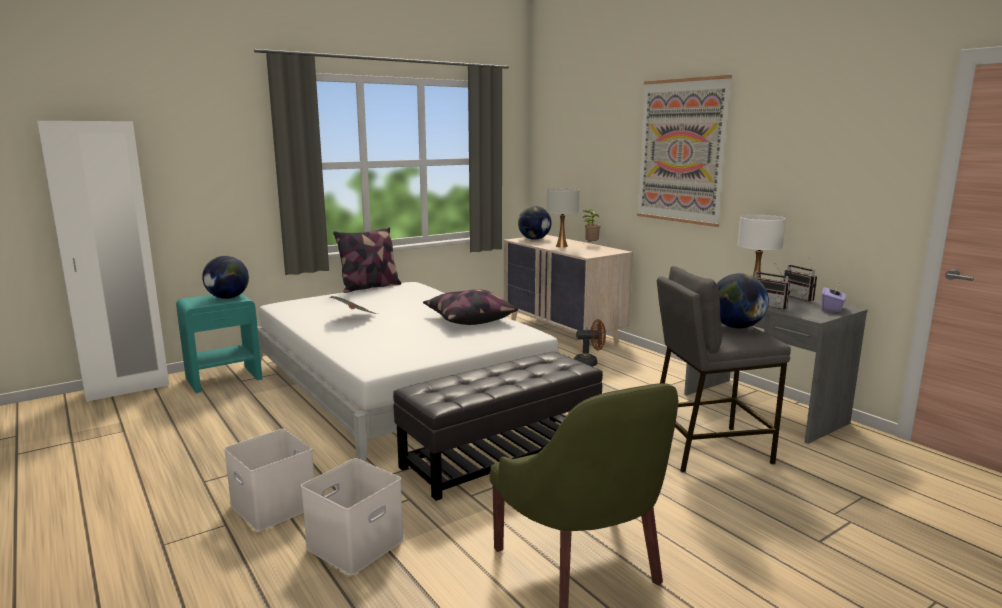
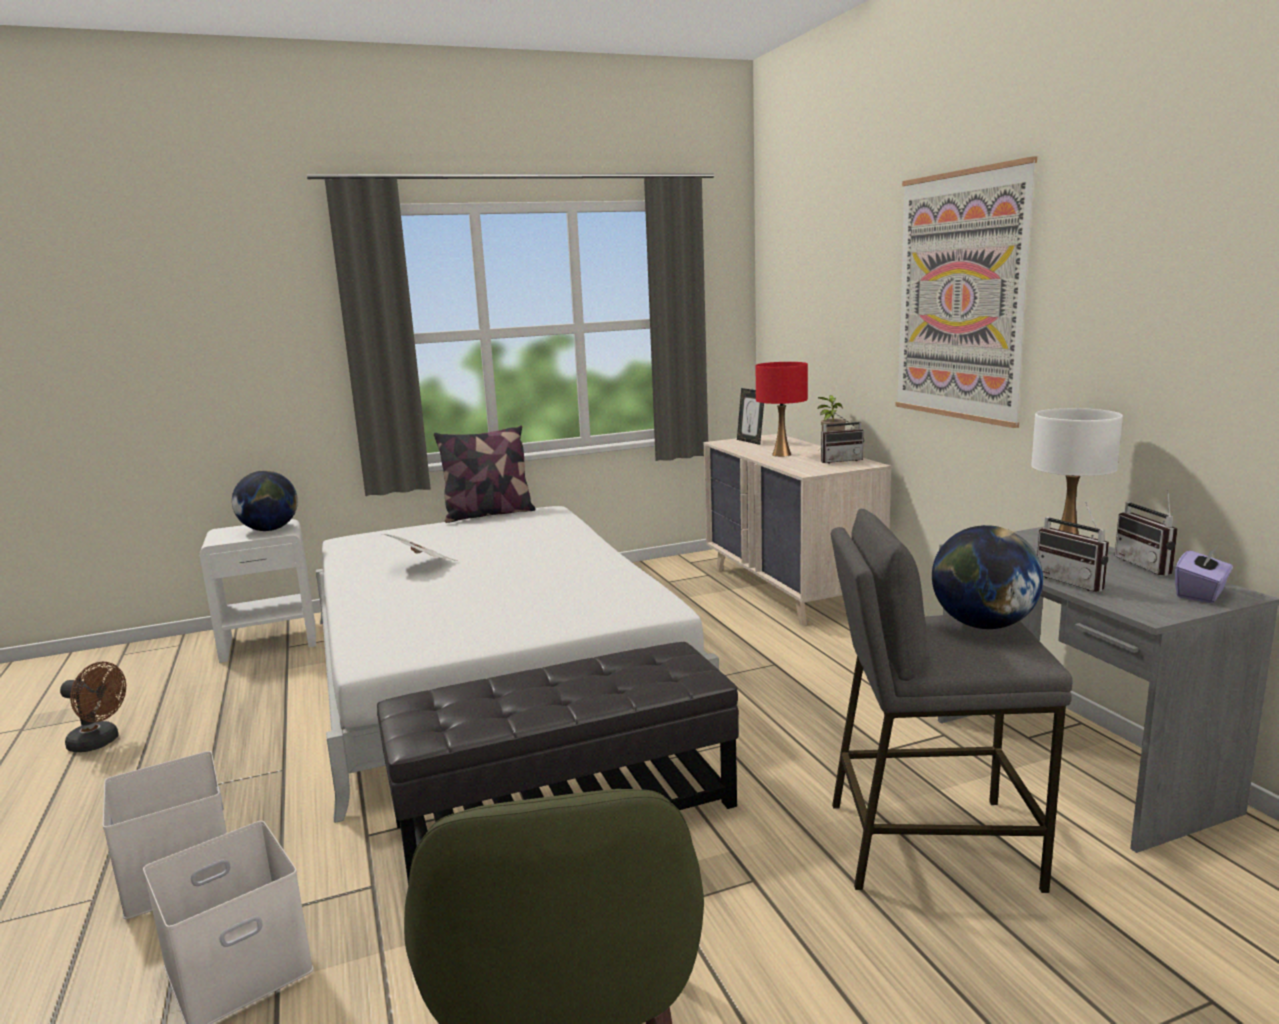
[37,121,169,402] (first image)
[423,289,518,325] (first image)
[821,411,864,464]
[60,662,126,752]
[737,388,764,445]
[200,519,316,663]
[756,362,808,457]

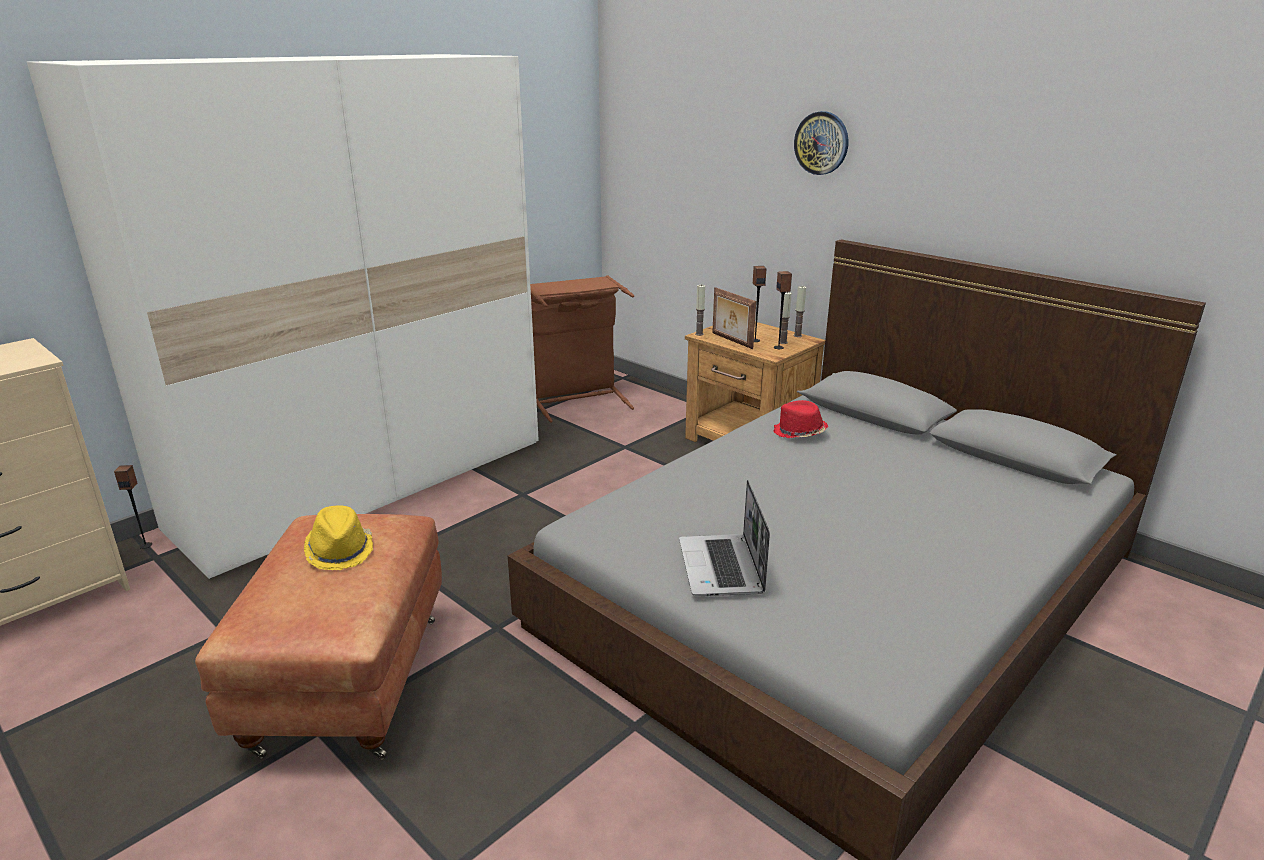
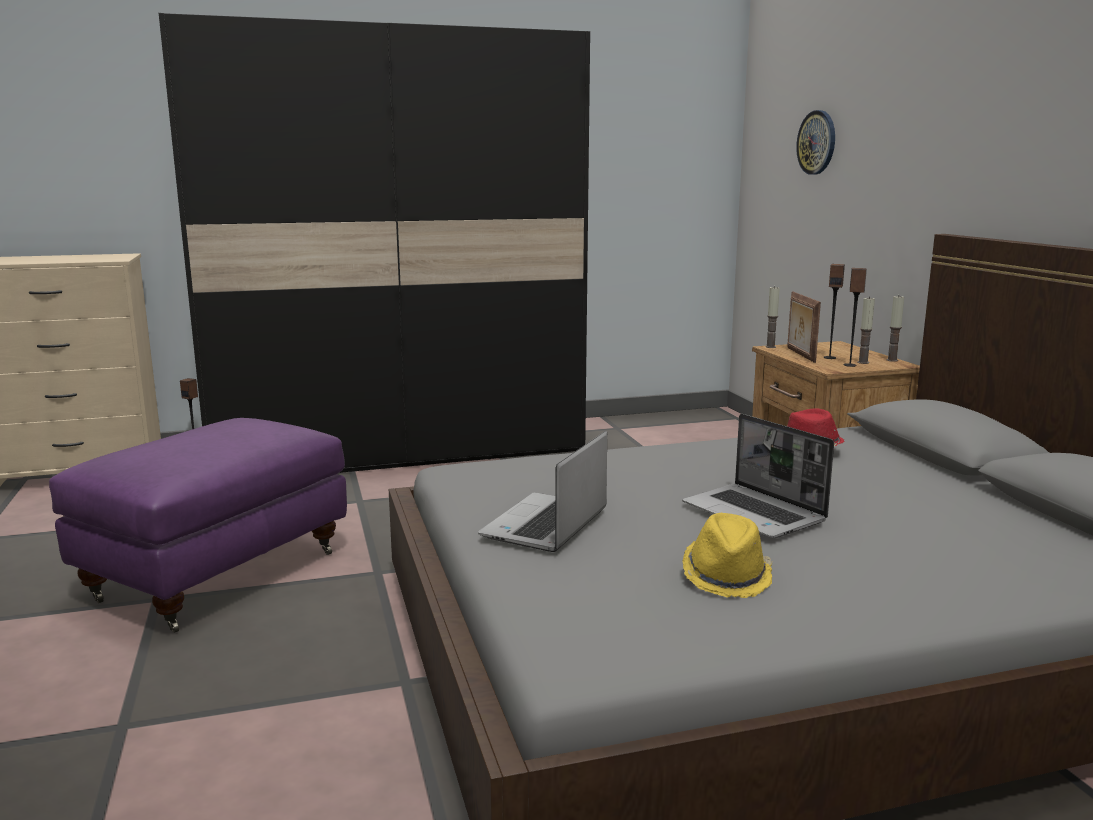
[530,275,634,423] (first image)
[682,414,834,538]
[682,513,772,598]
[796,110,835,175]
[159,13,590,473]
[49,418,347,633]

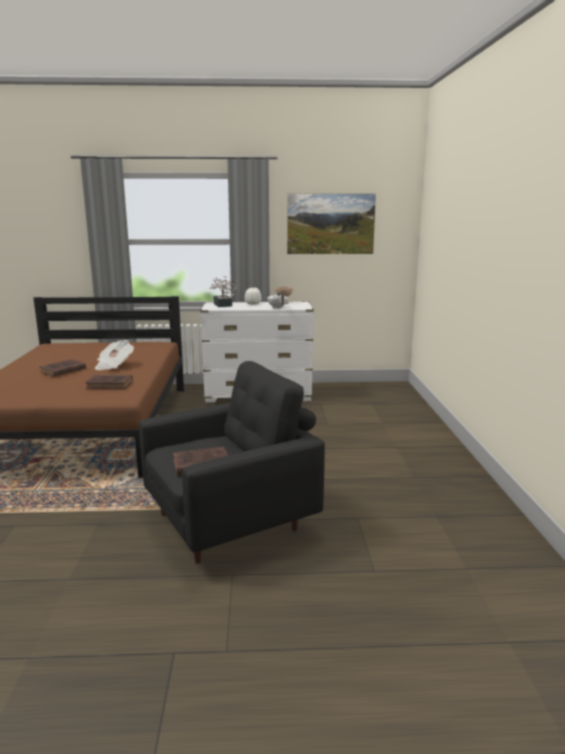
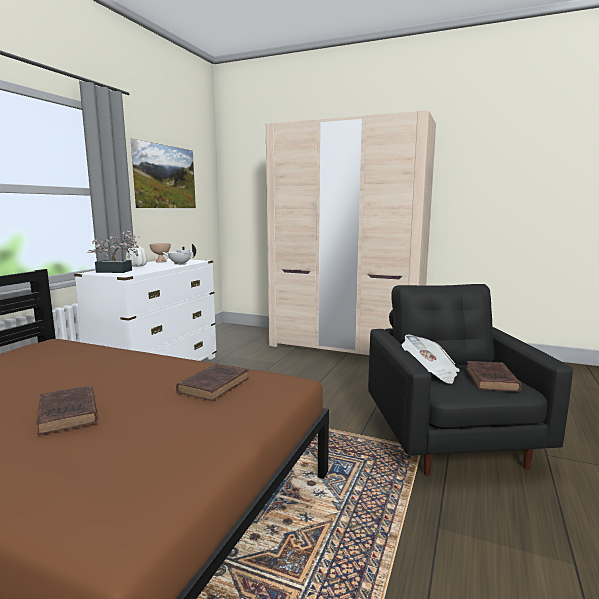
[266,110,436,355]
[402,334,459,384]

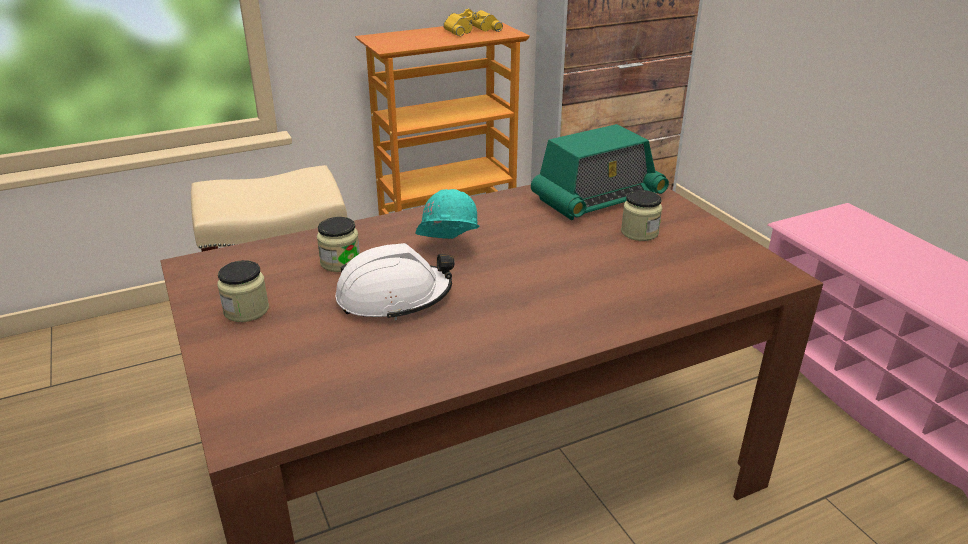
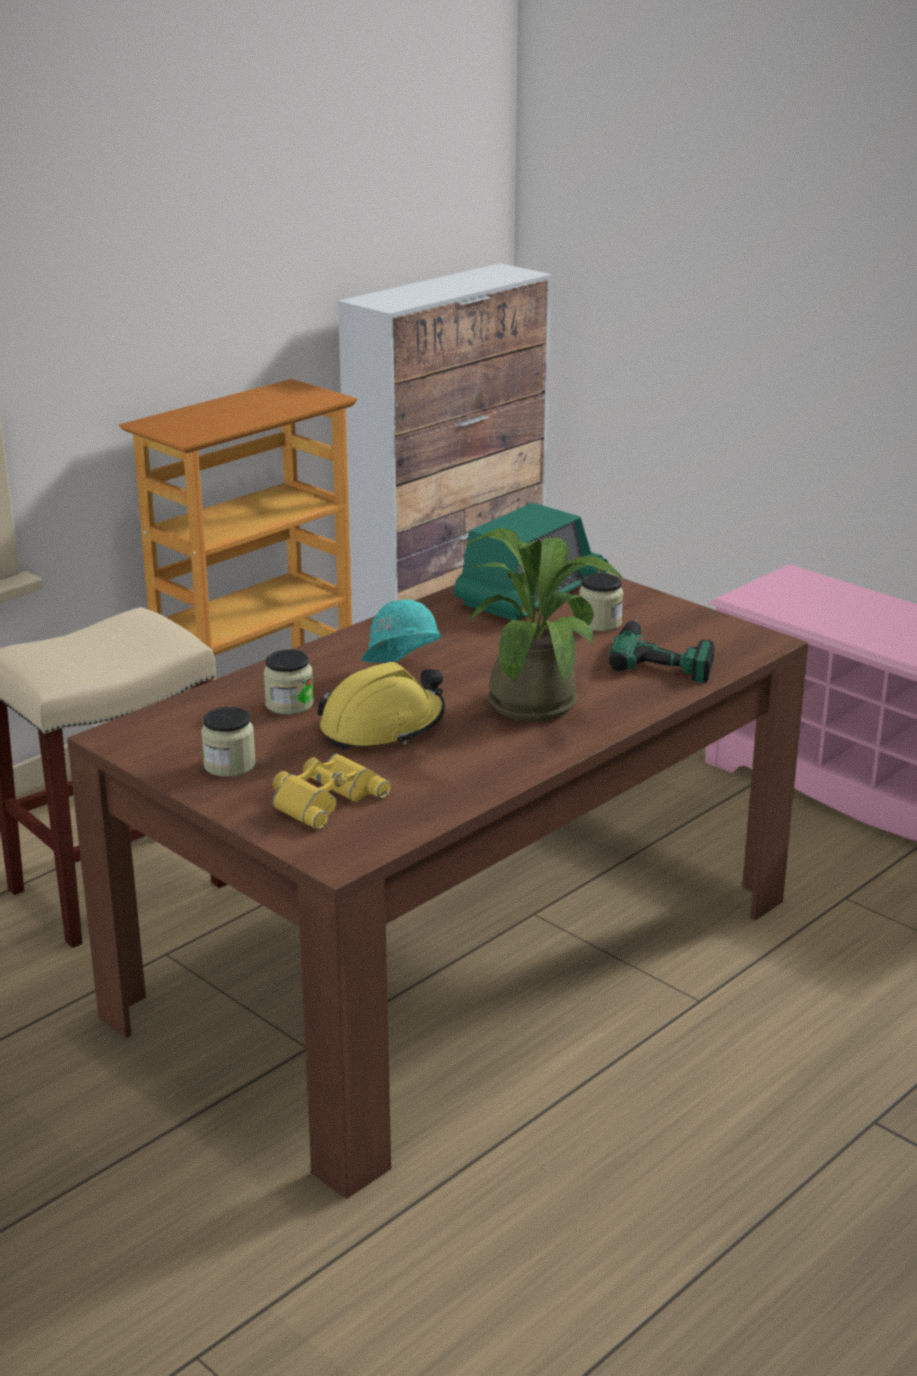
[466,527,623,722]
[609,617,715,683]
[272,754,391,830]
[317,662,445,750]

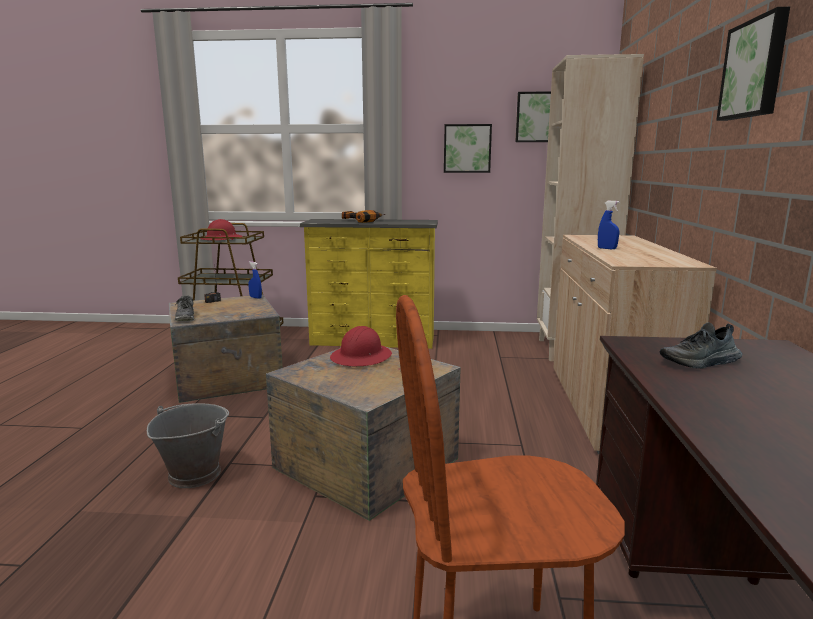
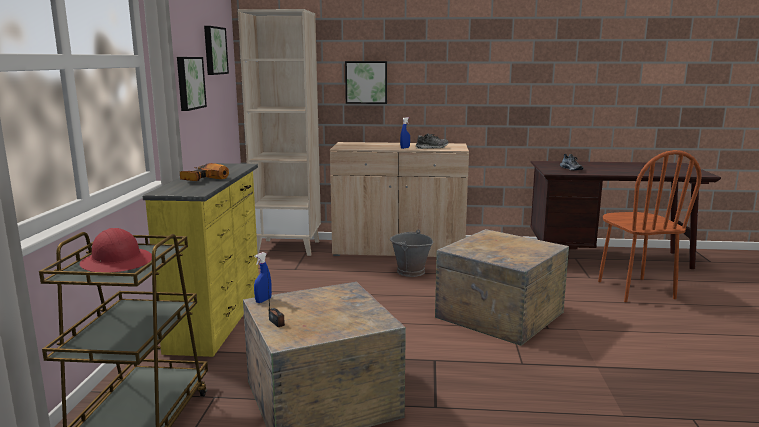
[330,326,392,366] (first image)
[390,229,433,277]
[416,133,448,149]
[345,61,387,104]

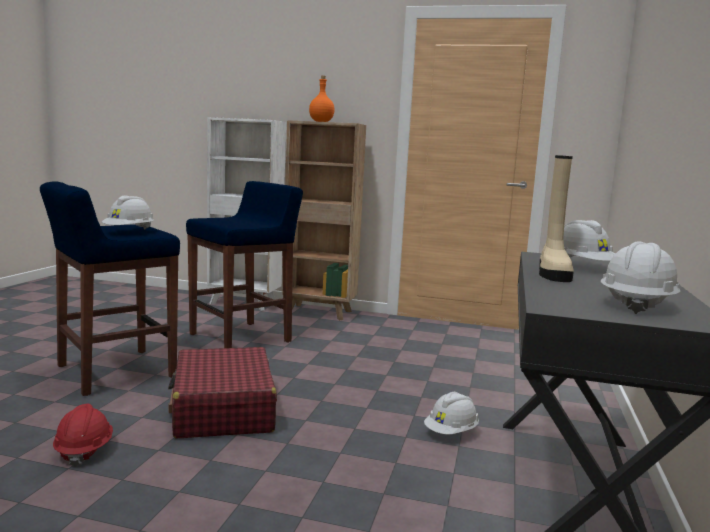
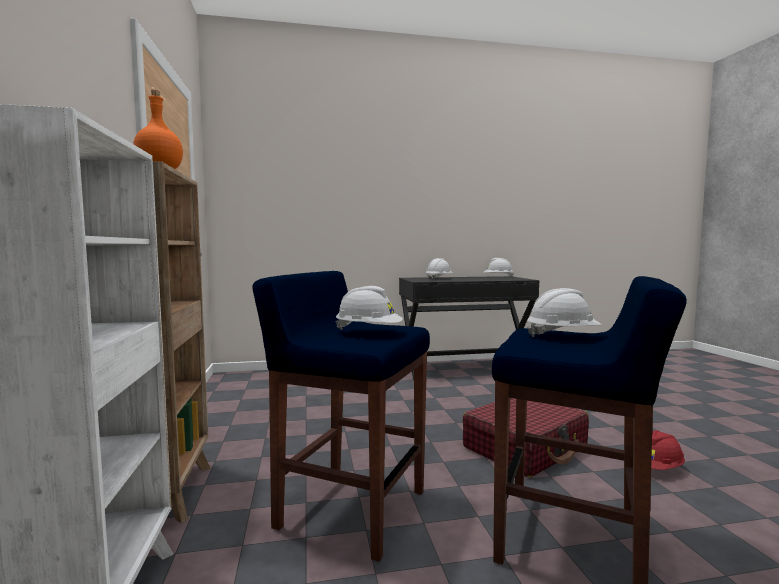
[539,155,574,282] (first image)
[336,286,403,330]

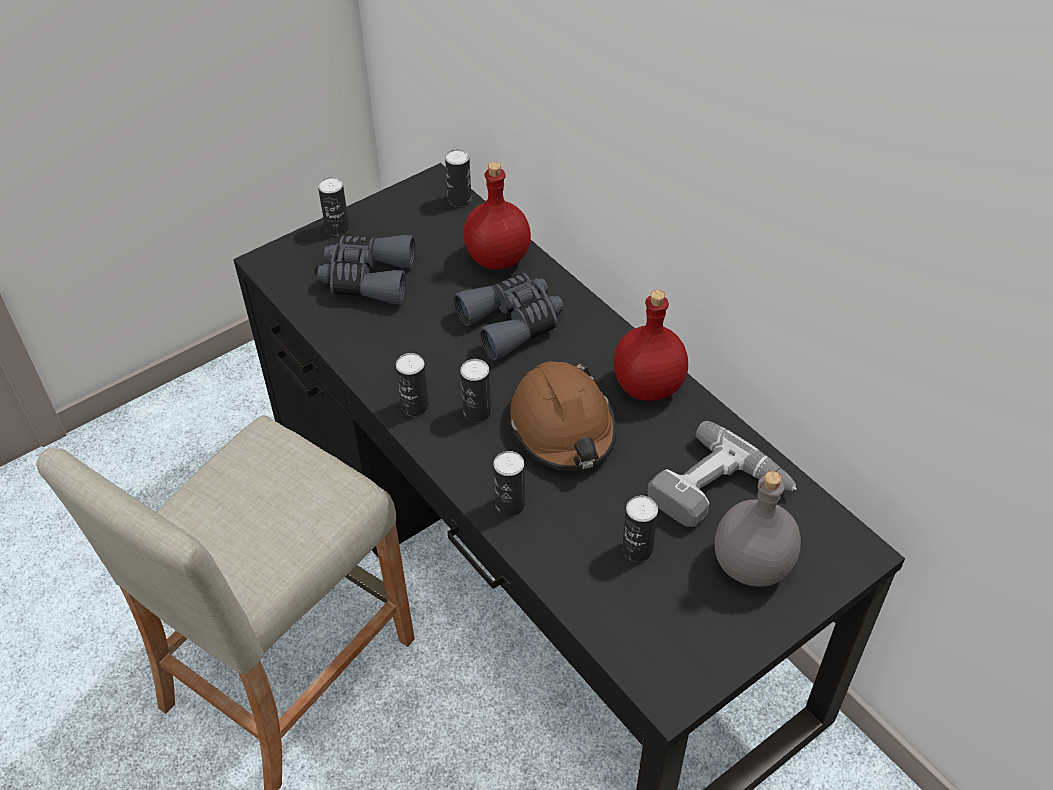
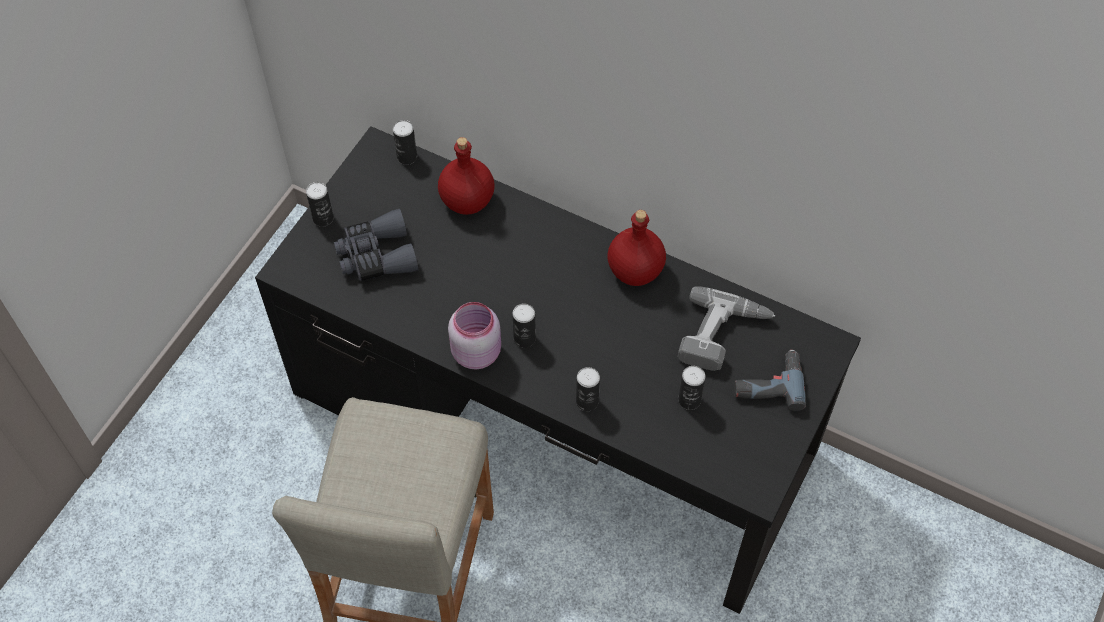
[453,273,564,360] (first image)
[509,361,616,471] (first image)
[448,302,501,369]
[734,350,806,411]

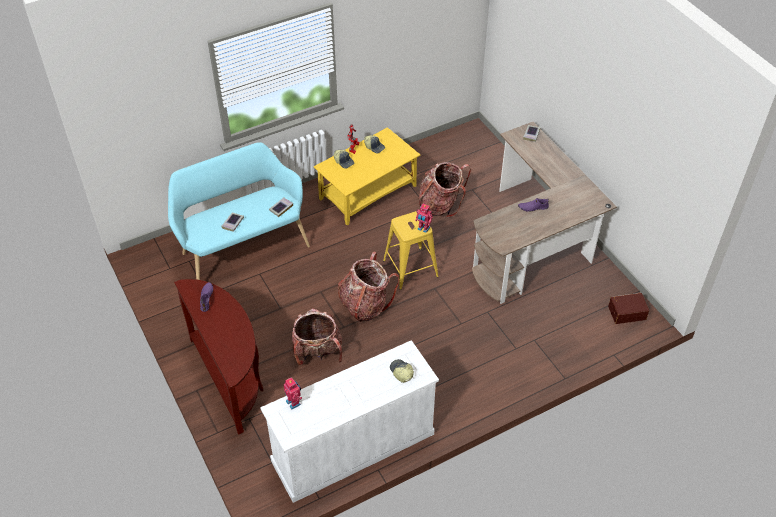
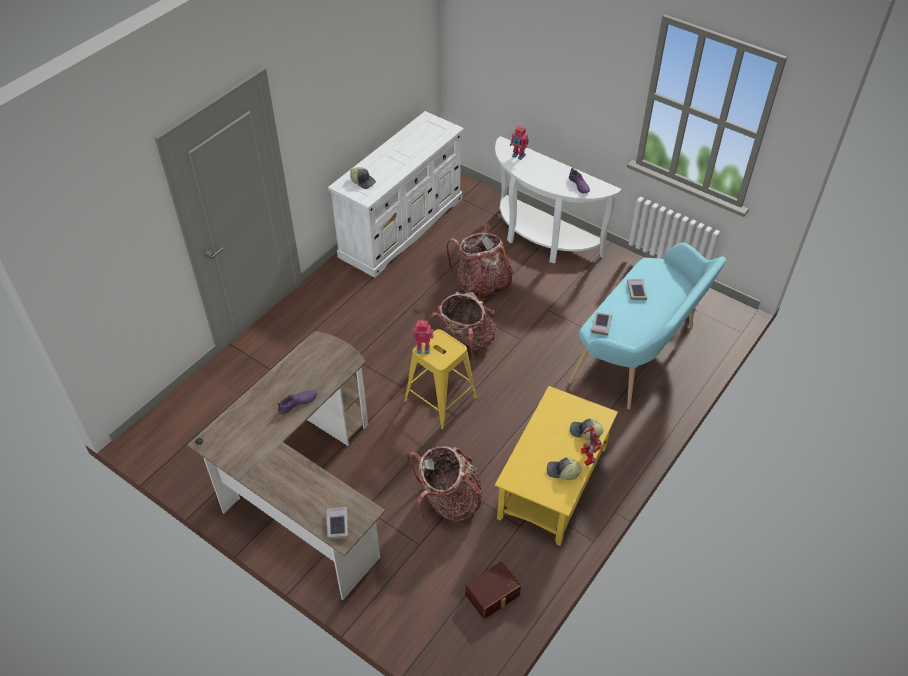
[510,126,529,160]
[465,561,521,619]
[495,136,622,264]

